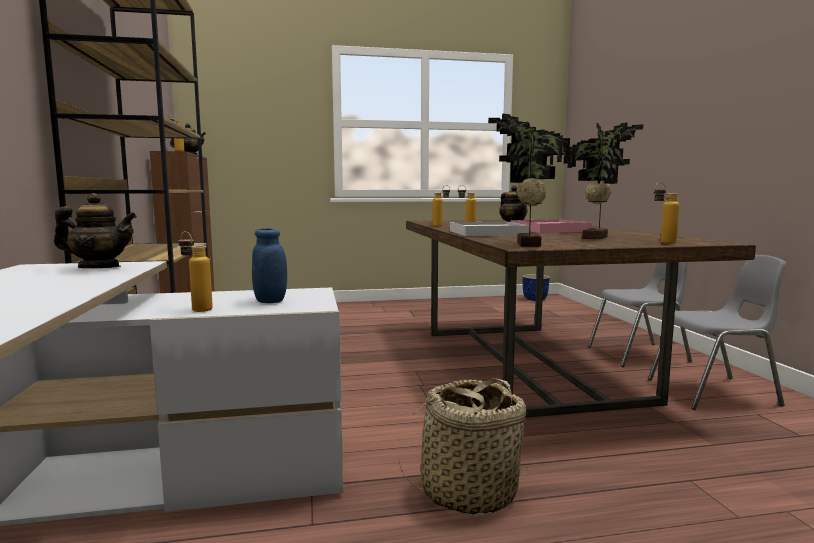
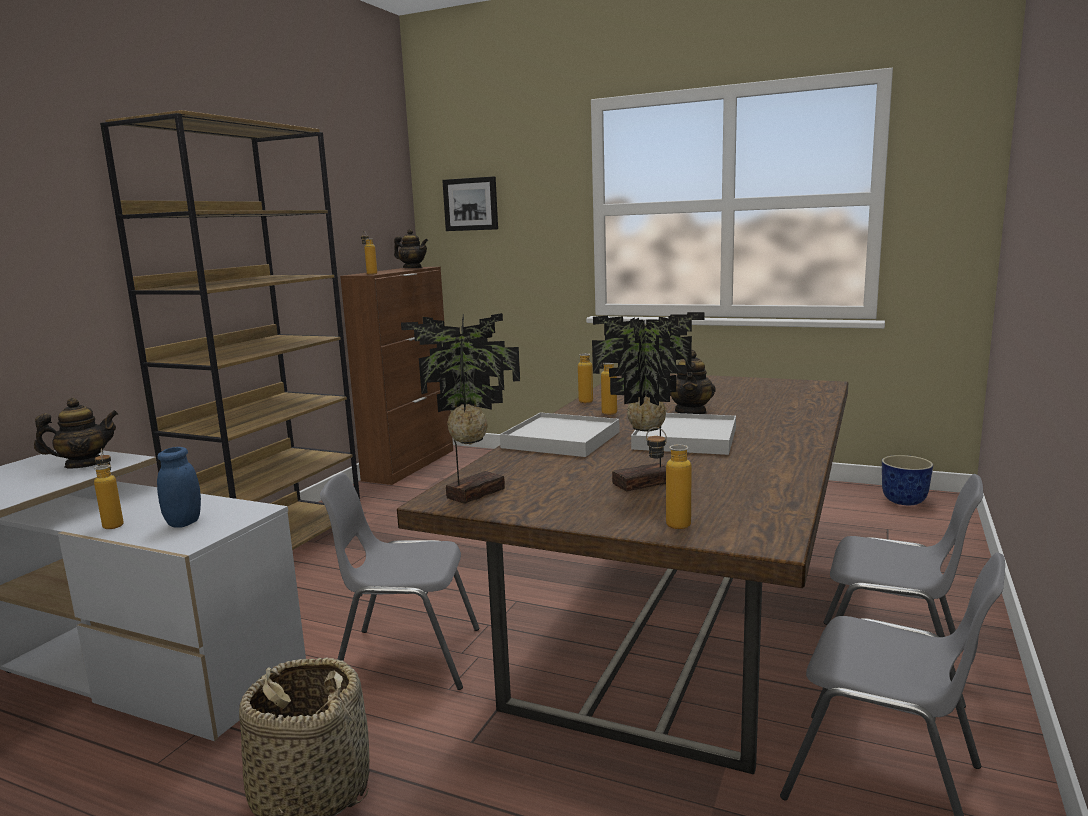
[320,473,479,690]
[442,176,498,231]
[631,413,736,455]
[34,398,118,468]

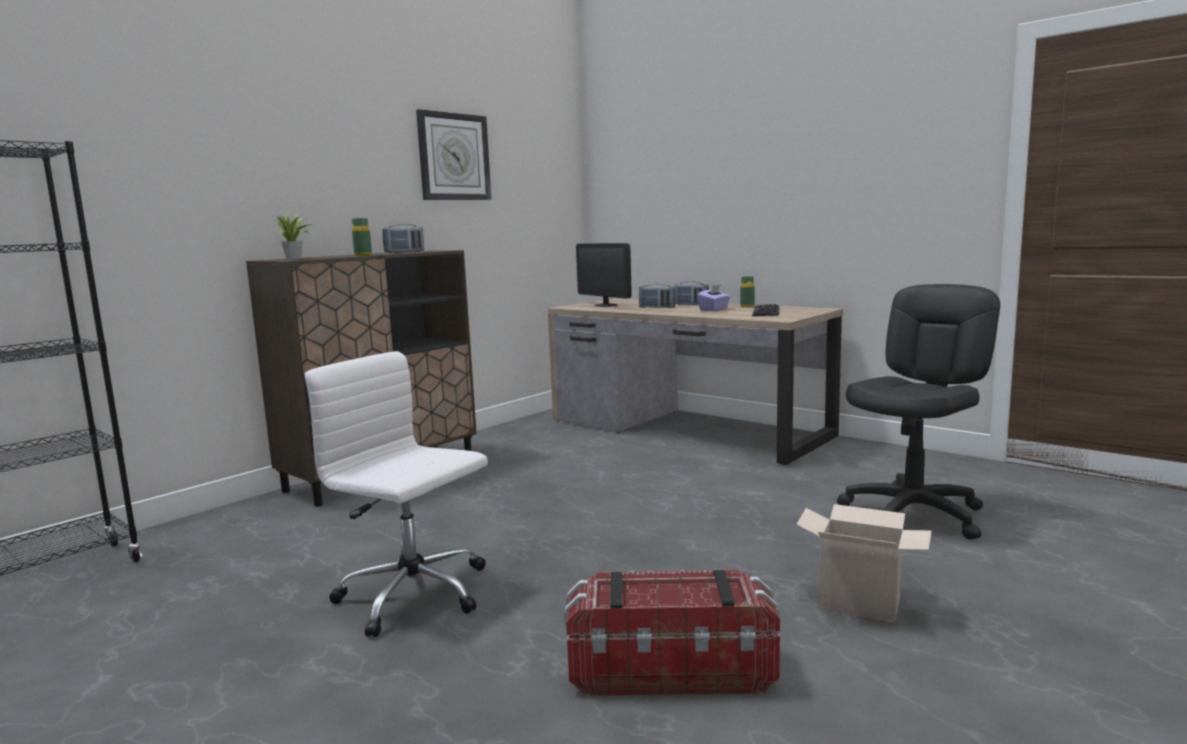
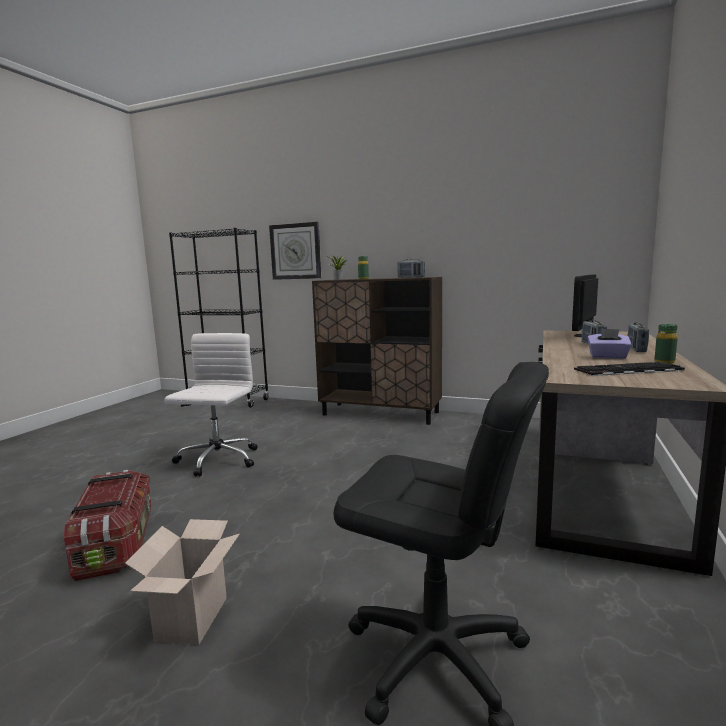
[269,222,321,280]

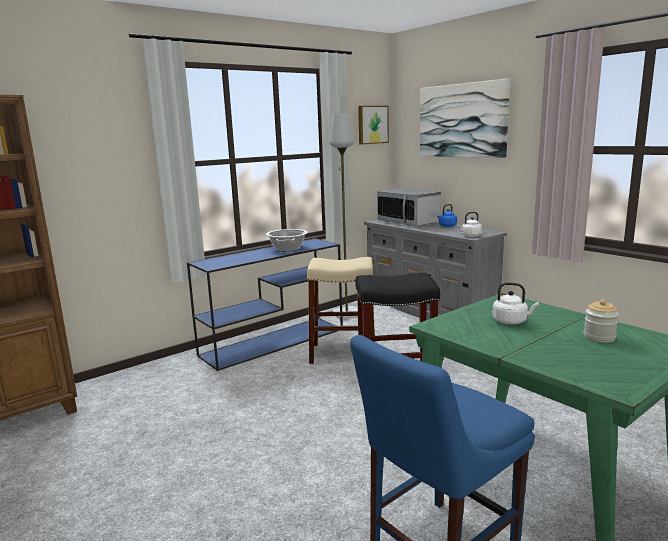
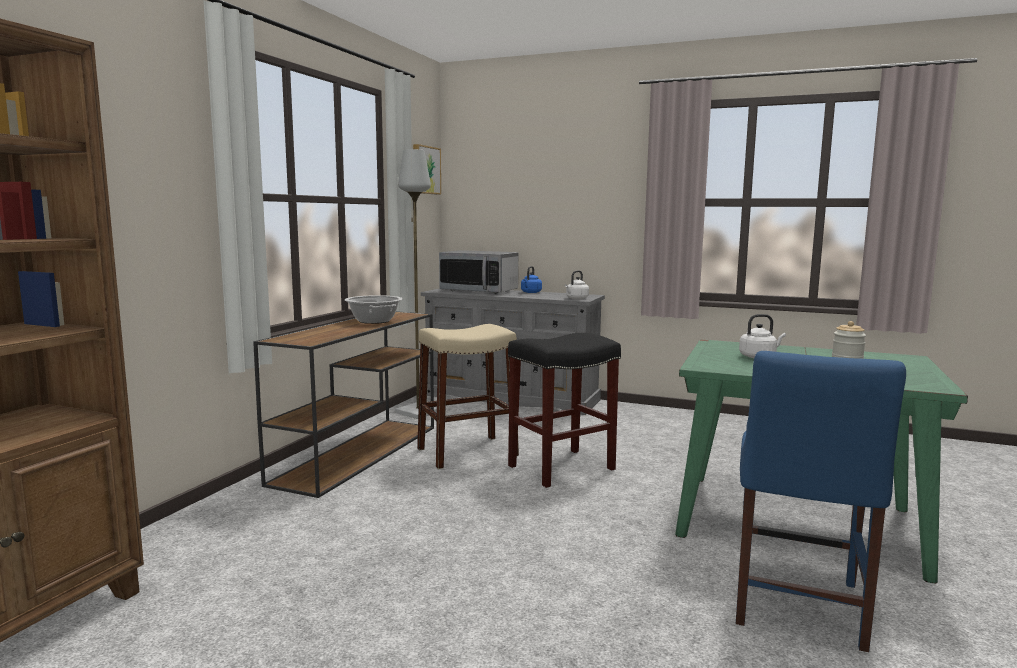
[420,78,510,158] (first image)
[253,311,434,498]

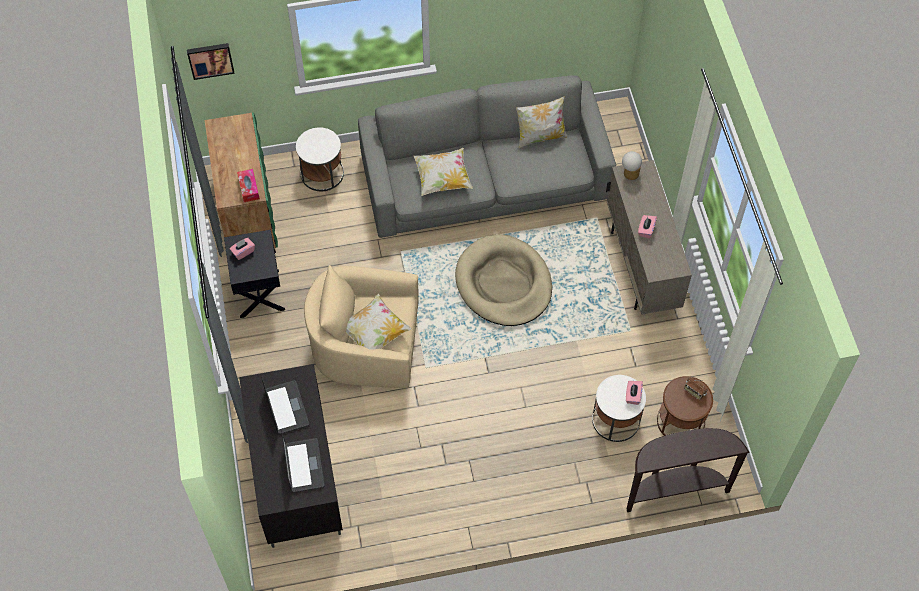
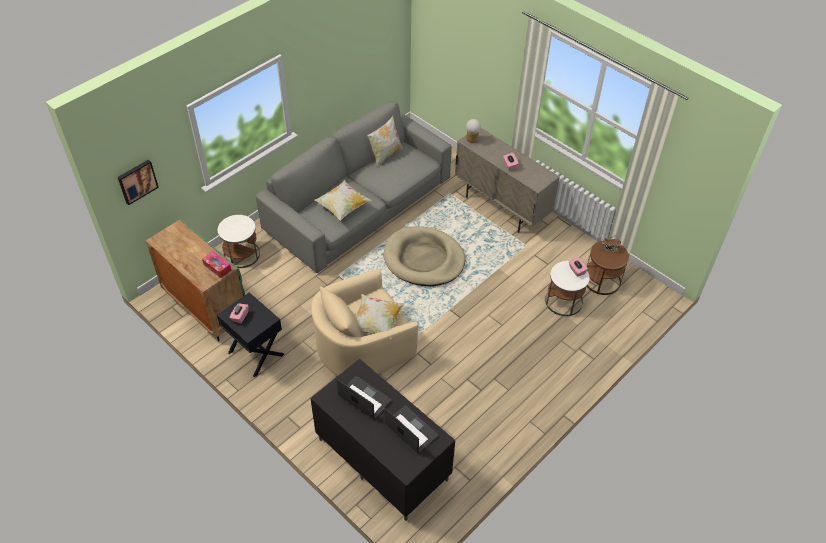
[626,428,750,512] (first image)

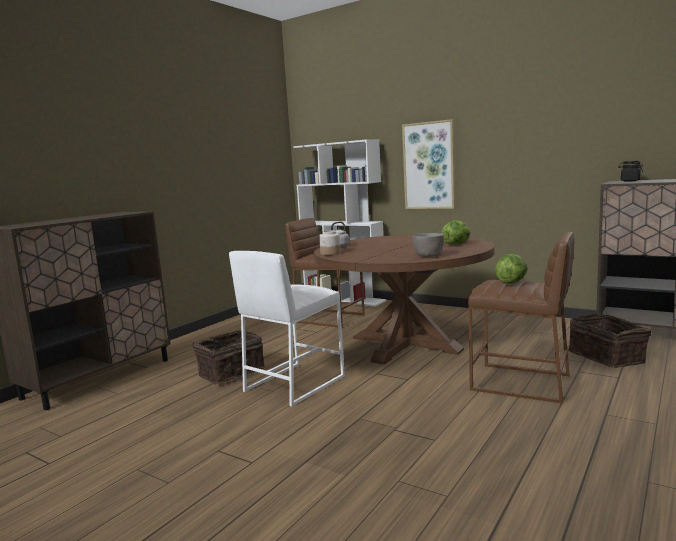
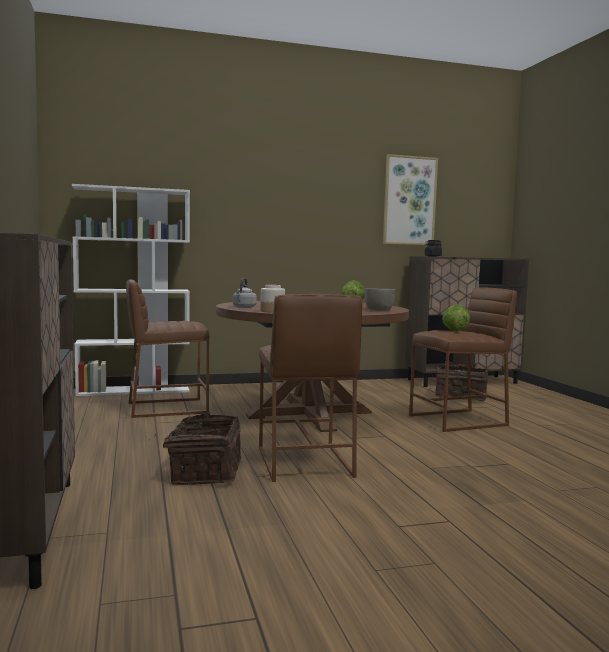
[383,154,438,245]
[259,294,362,482]

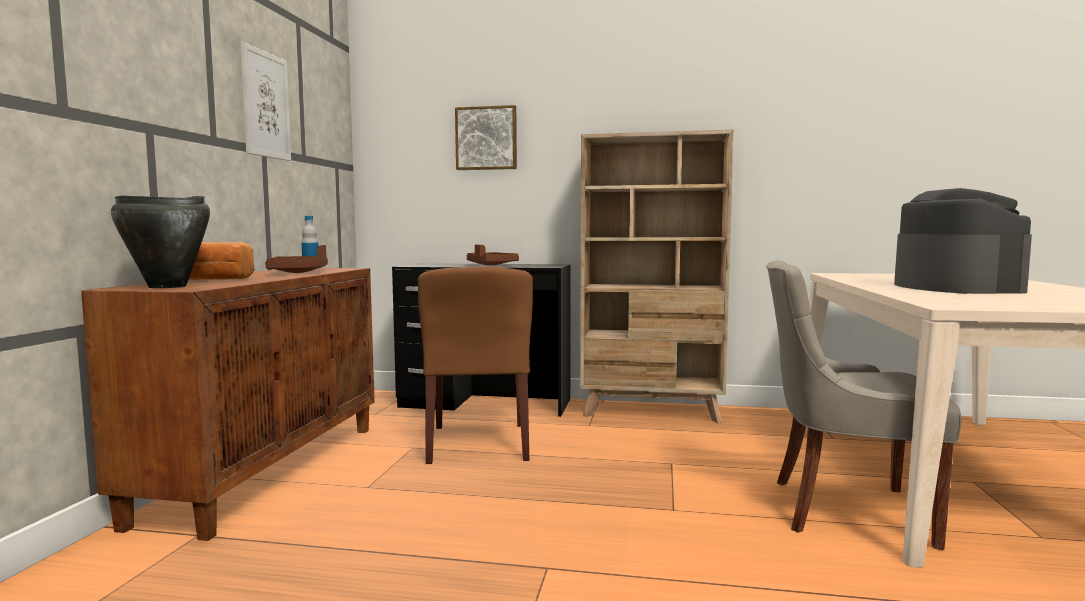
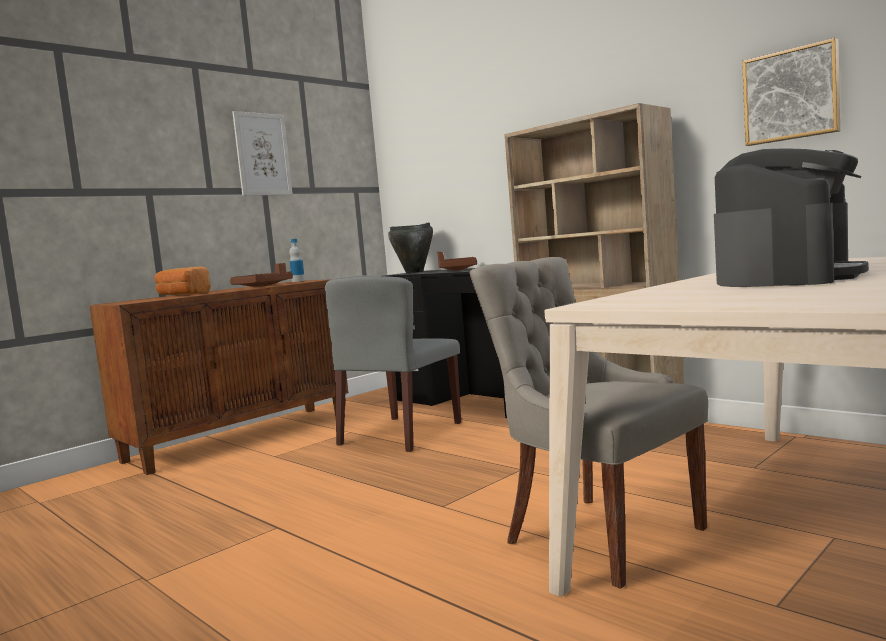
[388,223,433,273]
[742,38,840,146]
[325,276,461,452]

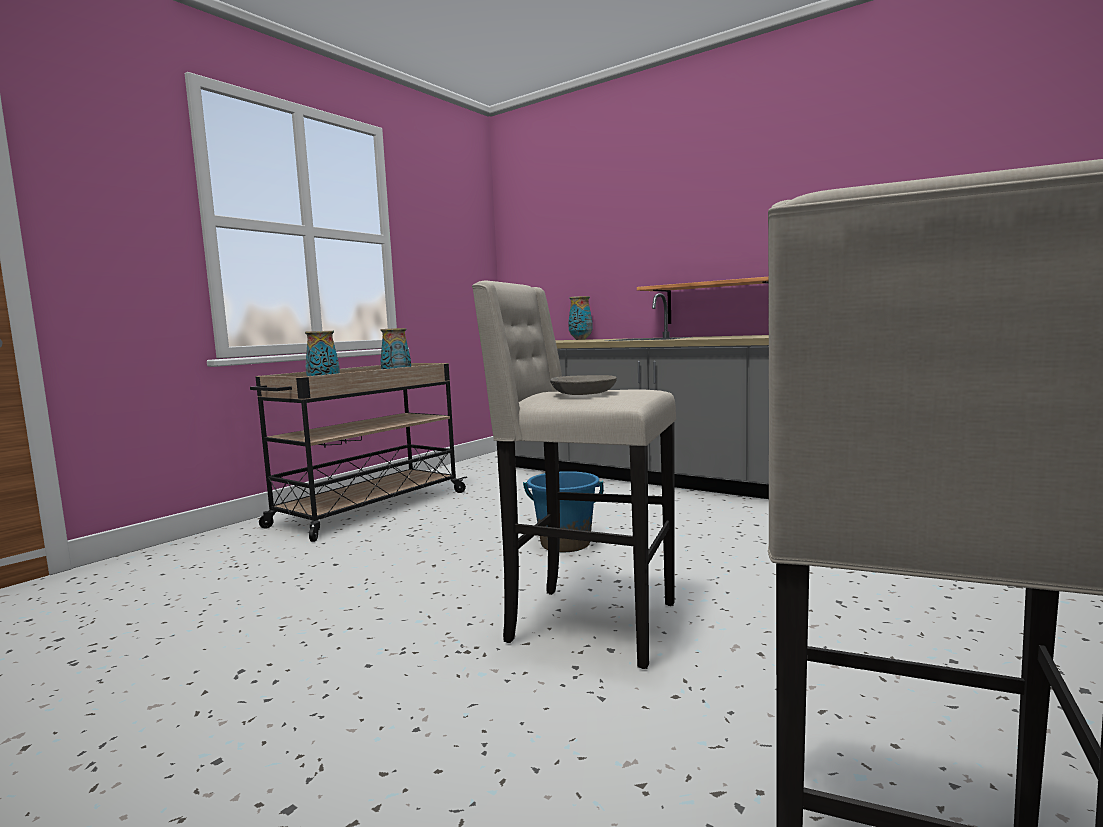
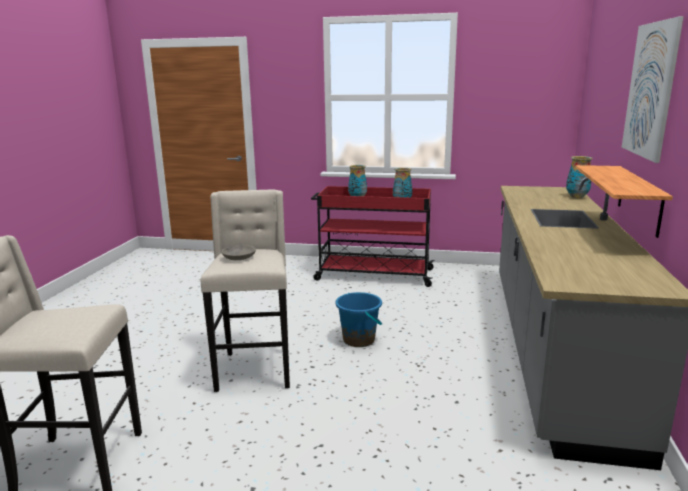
[622,16,684,163]
[311,186,435,287]

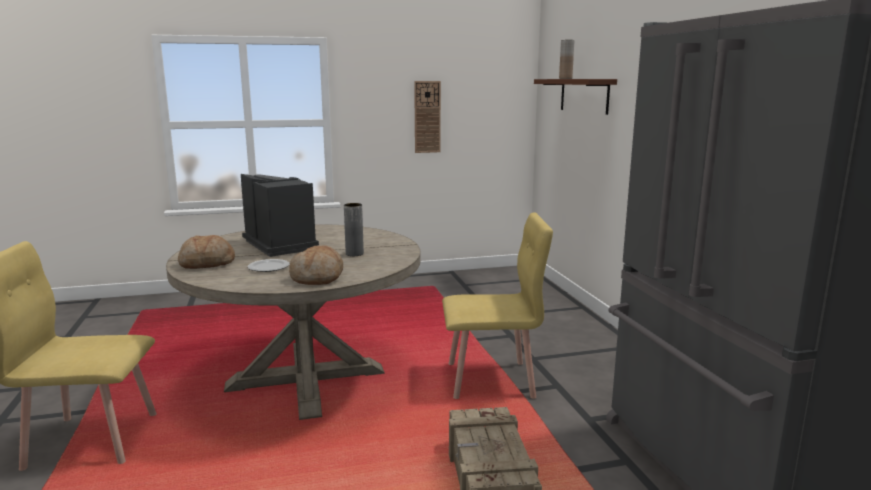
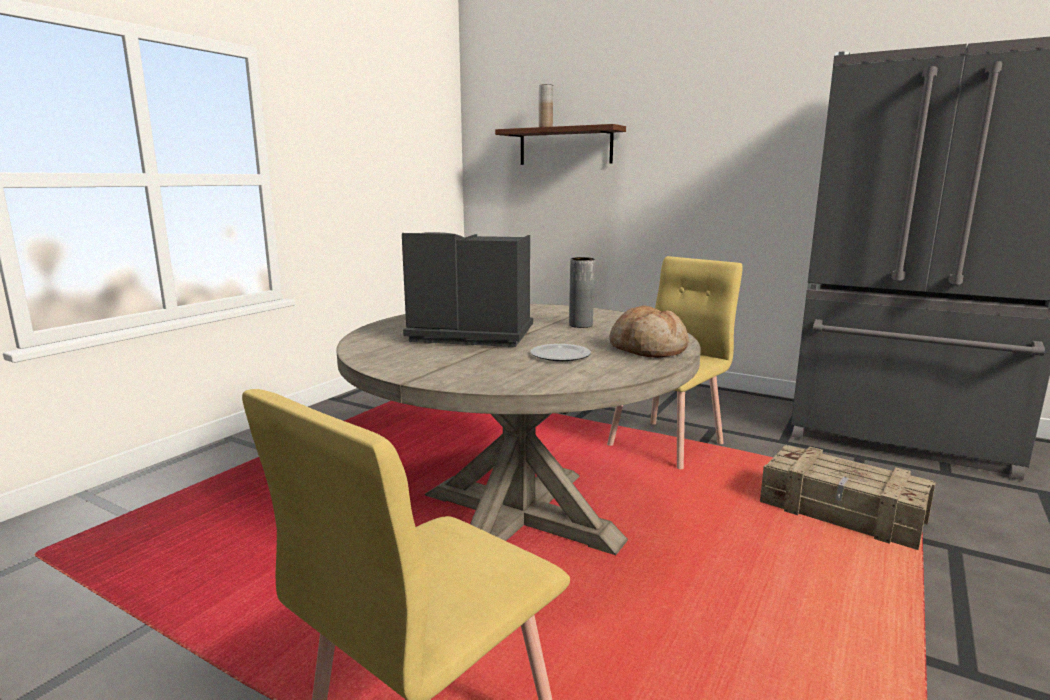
[178,235,235,269] (first image)
[414,81,441,153] (first image)

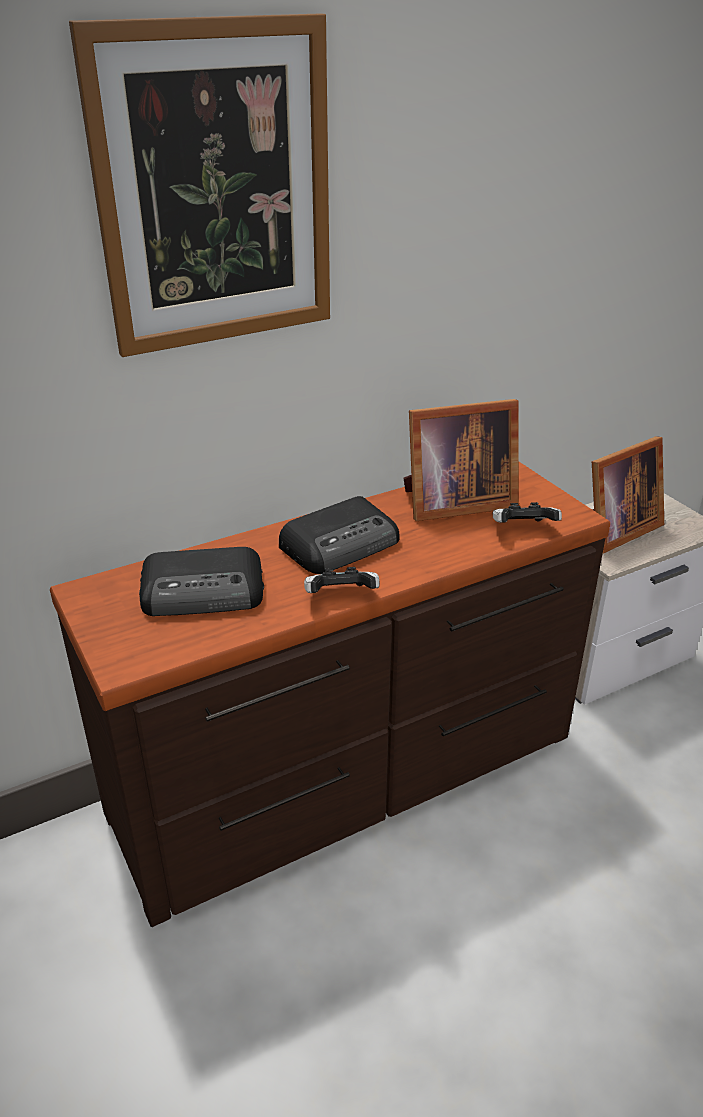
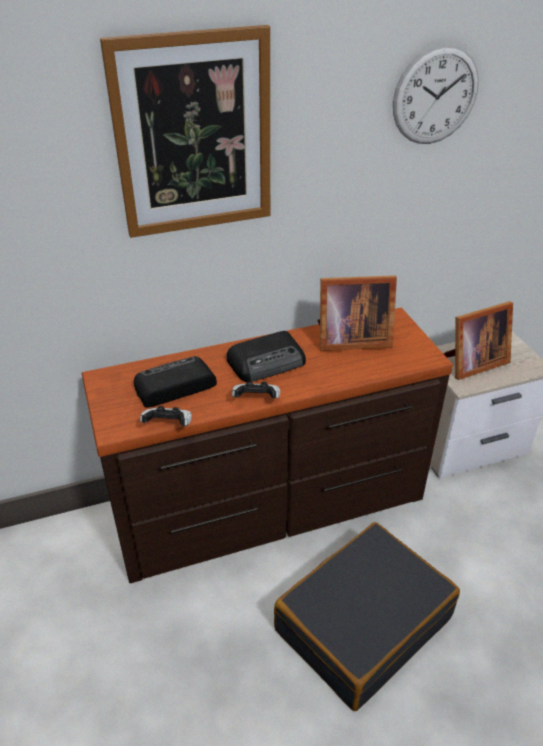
[274,522,460,711]
[393,44,479,144]
[140,406,192,426]
[134,356,217,408]

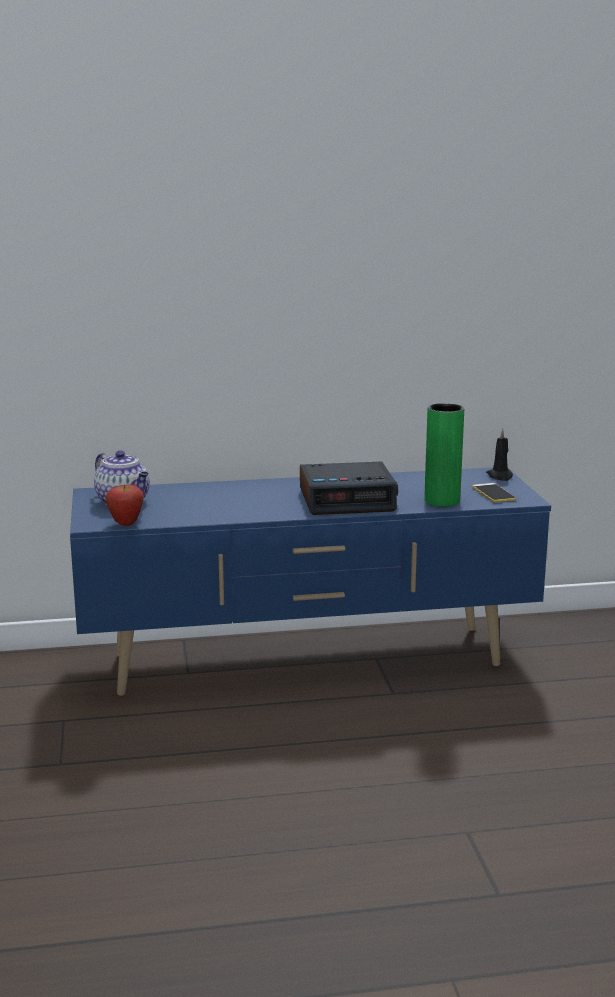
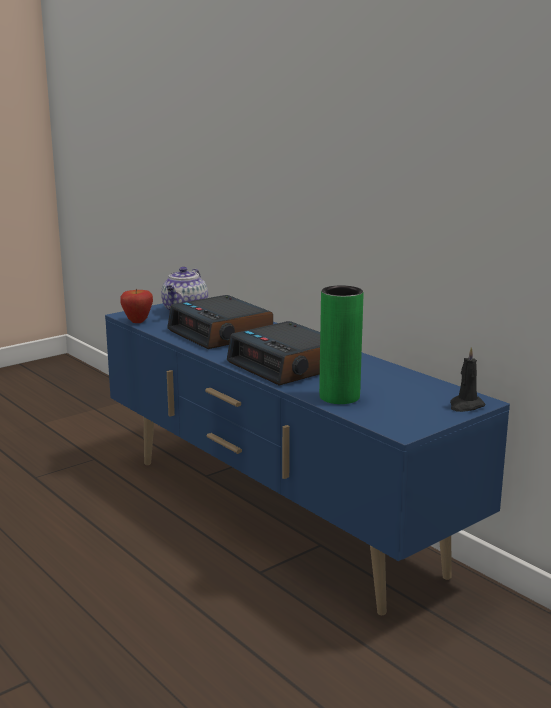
[472,483,516,502] (first image)
[167,295,273,349]

